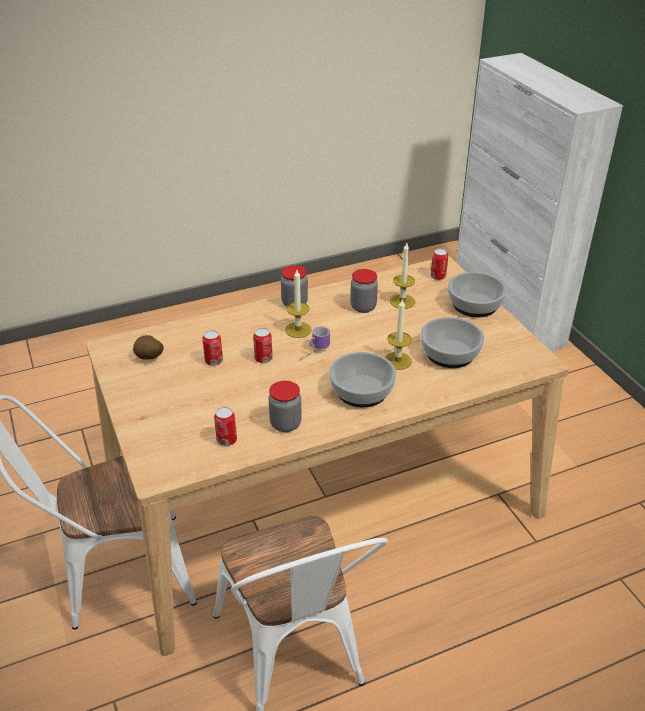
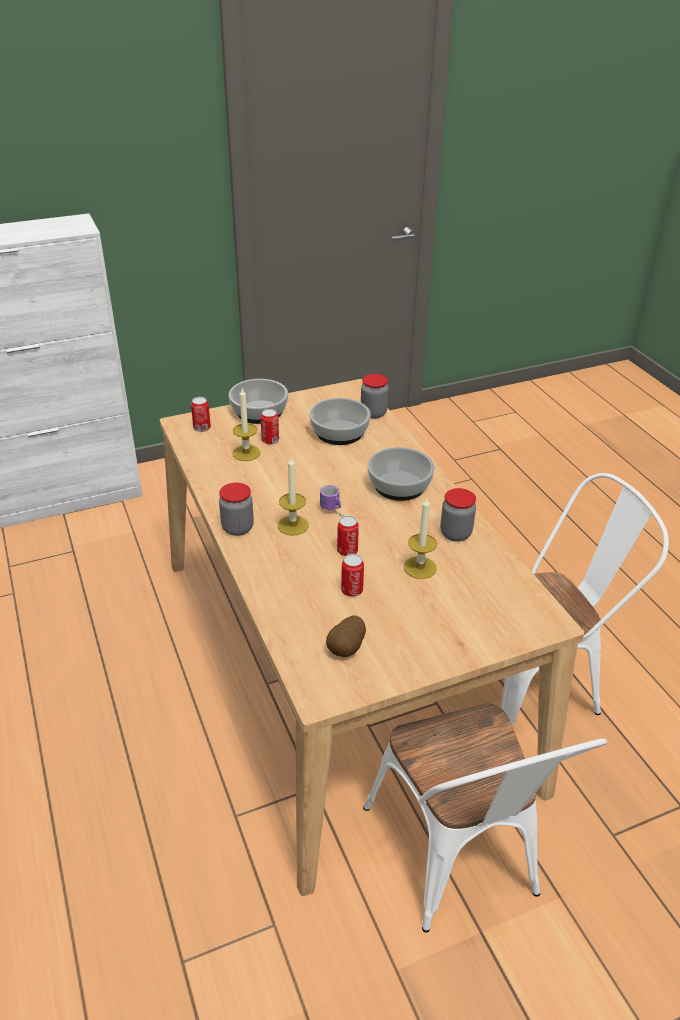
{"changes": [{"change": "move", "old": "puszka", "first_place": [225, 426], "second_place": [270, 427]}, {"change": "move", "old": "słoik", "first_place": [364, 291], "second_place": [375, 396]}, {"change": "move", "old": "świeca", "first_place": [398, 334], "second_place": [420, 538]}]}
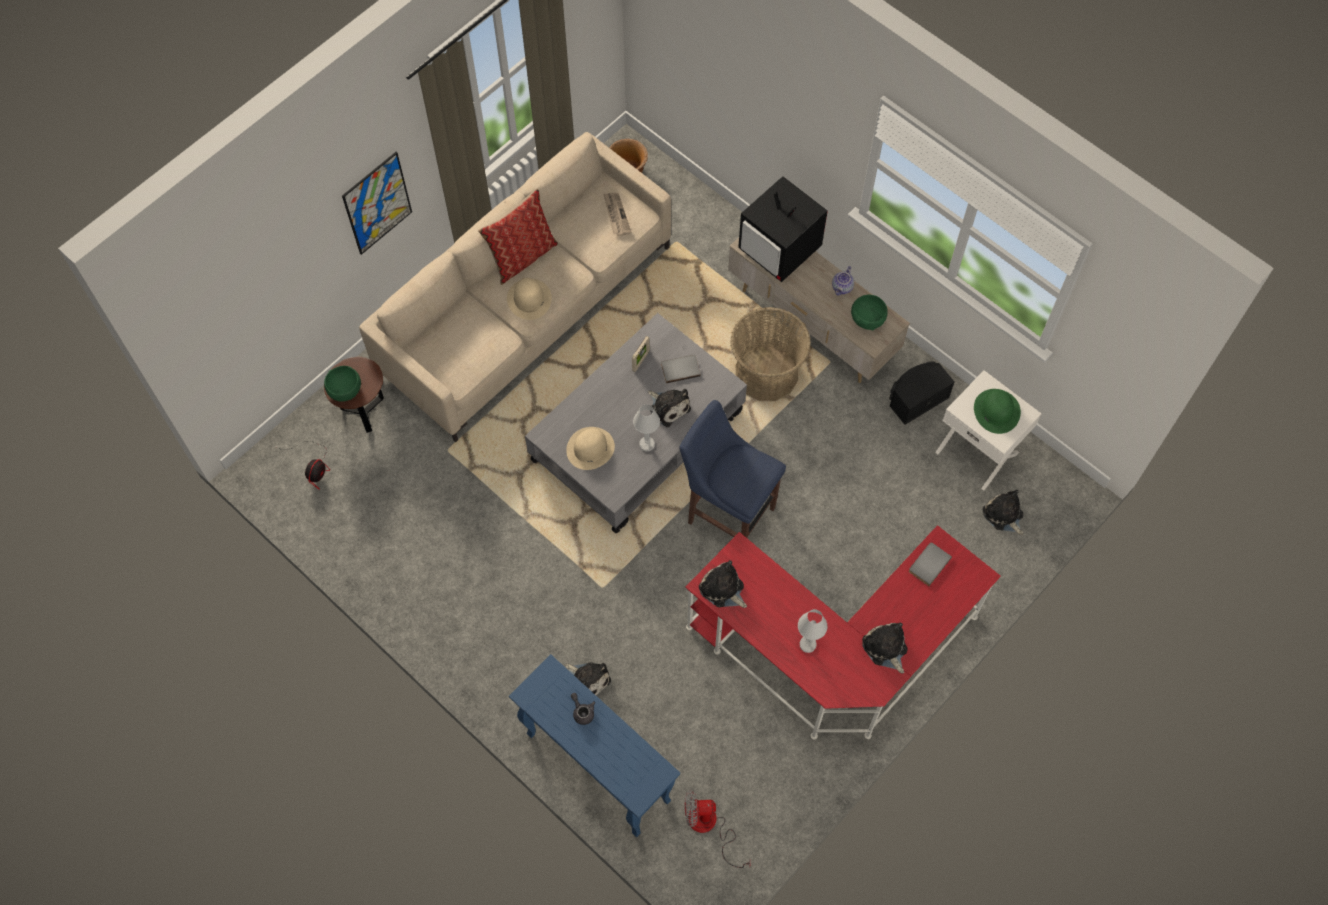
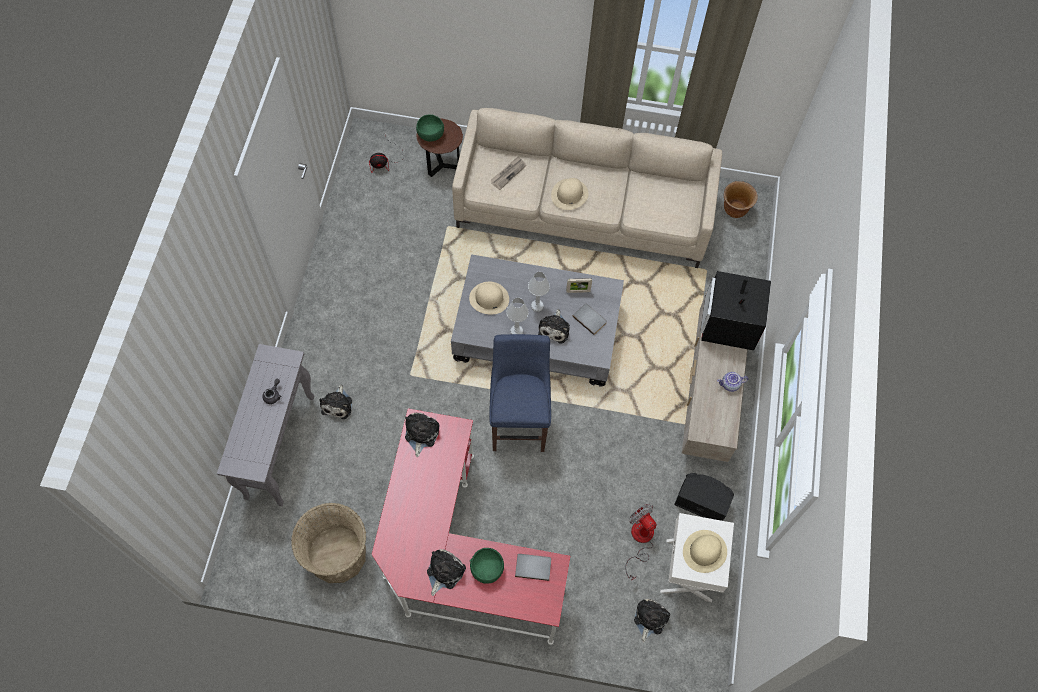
{"changes": [{"change": "delete", "old": "obraz", "first_place": [377, 203]}, {"change": "delete", "old": "poduszka", "first_place": [518, 236]}, {"change": "recolor", "old": "stolik konsolowy/niebieski", "new": "stolik konsolowy/szary", "first_place": [594, 745], "second_place": [265, 425]}, {"change": "move", "old": "gazeta", "first_place": [617, 214], "second_place": [508, 173]}, {"change": "move", "old": "wentylator", "first_place": [718, 829], "second_place": [641, 542]}, {"change": "move", "old": "koszyk", "first_place": [770, 354], "second_place": [328, 543]}, {"change": "move", "old": "lampa stołowa/biały", "first_place": [812, 631], "second_place": [539, 292]}, {"change": "move", "old": "miska/zielony", "first_place": [869, 313], "second_place": [487, 566]}, {"change": "recolor", "old": "kapelusz/zielony", "new": "kapelusz/beżowy", "first_place": [997, 411], "second_place": [705, 551]}]}
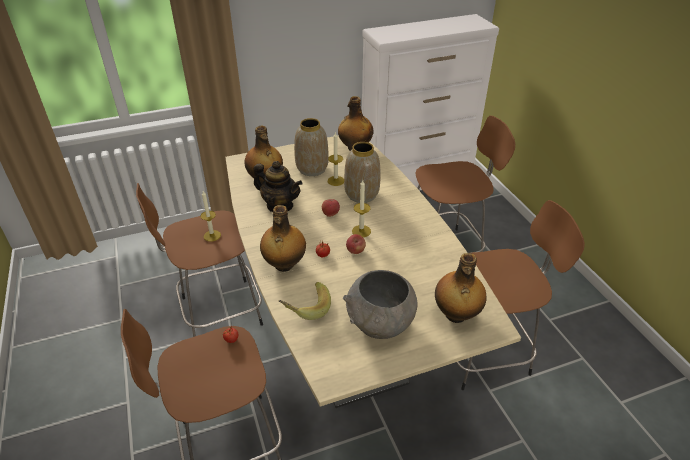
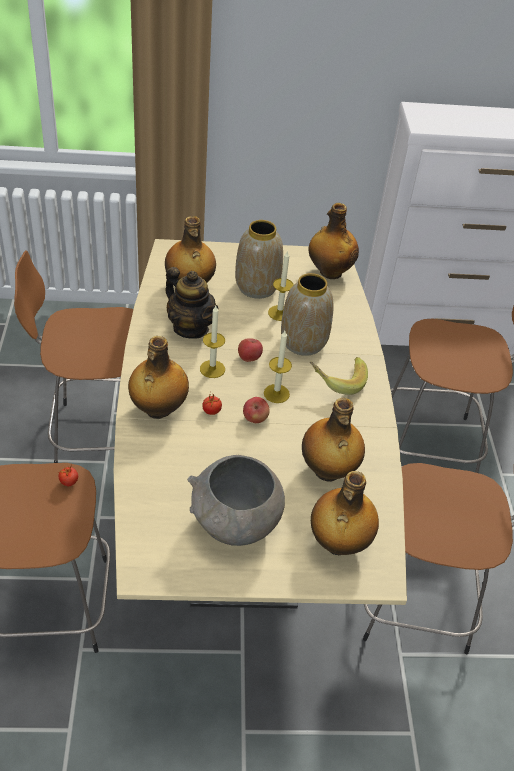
{"changes": [{"change": "move", "old": "świeca", "first_place": [210, 216], "second_place": [212, 342]}, {"change": "move", "old": "banan", "first_place": [305, 301], "second_place": [339, 376]}, {"change": "insert", "new": "butelka", "second_place": [333, 440]}]}
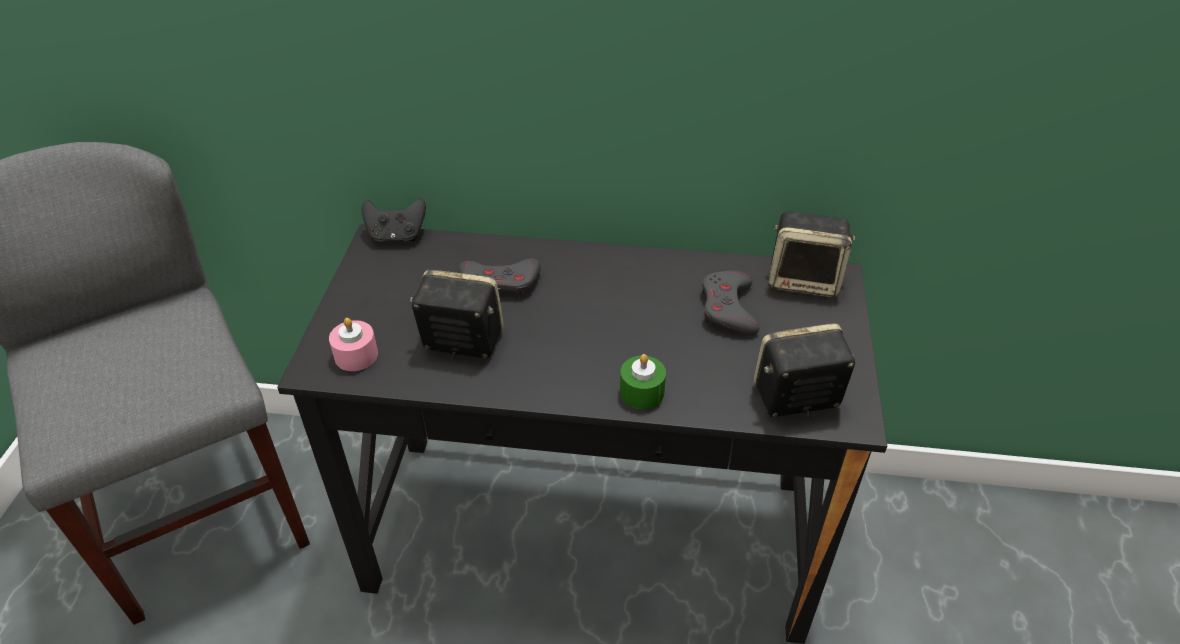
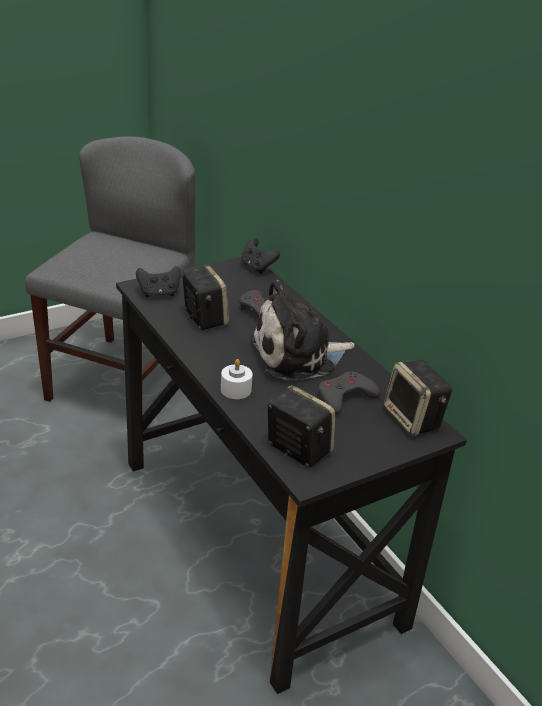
{"changes": [{"change": "replace", "old": "świeca/różowy", "new": "pad do gier/czarny", "first_place": [353, 344], "second_place": [158, 281]}, {"change": "recolor", "old": "świeca/zielony", "new": "świeca/biały", "first_place": [643, 381], "second_place": [237, 379]}, {"change": "insert", "new": "pluszak", "second_place": [302, 330]}]}
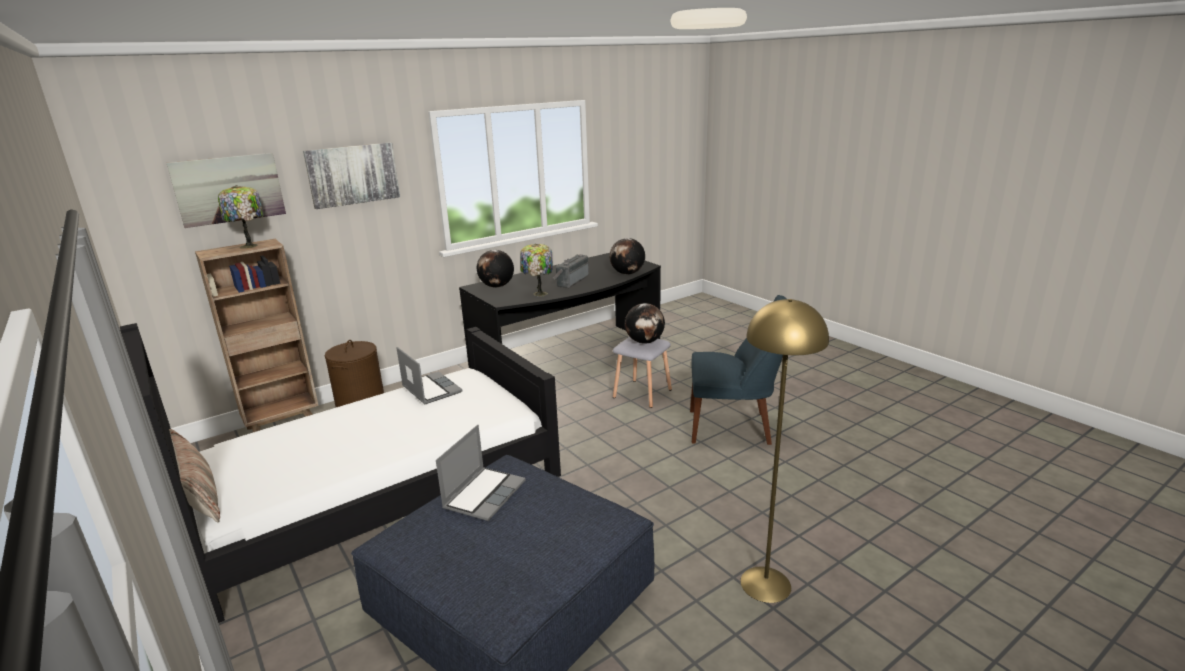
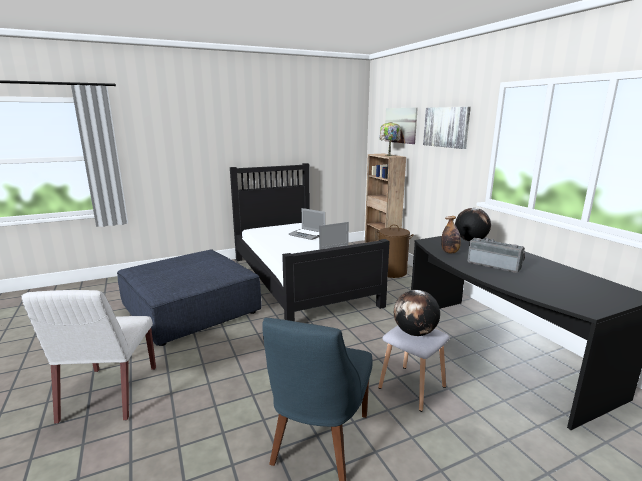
{"changes": [{"change": "delete", "old": "poduszka", "first_place": [194, 475]}, {"change": "move", "old": "laptop", "first_place": [481, 473], "second_place": [307, 224]}, {"change": "replace", "old": "lampa stołowa", "new": "butelka", "first_place": [536, 270], "second_place": [451, 234]}, {"change": "delete", "old": "globus", "first_place": [627, 256]}, {"change": "replace", "old": "lampa stojąca/żółty", "new": "krzesło/biały", "first_place": [785, 451], "second_place": [88, 357]}]}
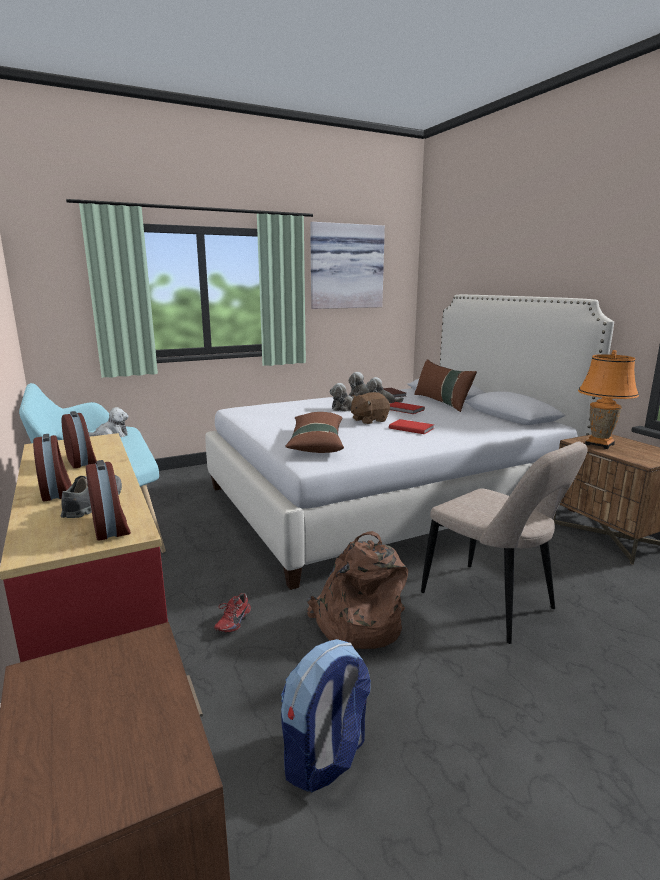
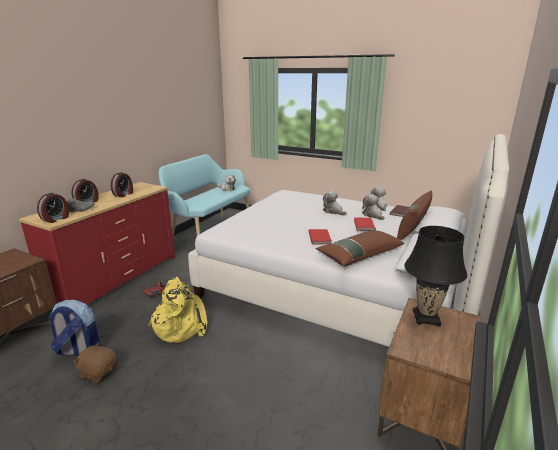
{"changes": [{"change": "move", "old": "poduszka/brązowy", "first_place": [314, 432], "second_place": [360, 248]}, {"change": "recolor", "old": "plecak/brązowy", "new": "plecak/żółty", "first_place": [357, 590], "second_place": [178, 310]}, {"change": "delete", "old": "obraz", "first_place": [347, 265]}, {"change": "move", "old": "pluszak/brązowy", "first_place": [370, 408], "second_place": [95, 363]}, {"change": "delete", "old": "krzesło/beżowy", "first_place": [504, 542]}, {"change": "recolor", "old": "lampa stołowa/pomarańczowy", "new": "lampa stołowa/czarny", "first_place": [608, 399], "second_place": [435, 276]}]}
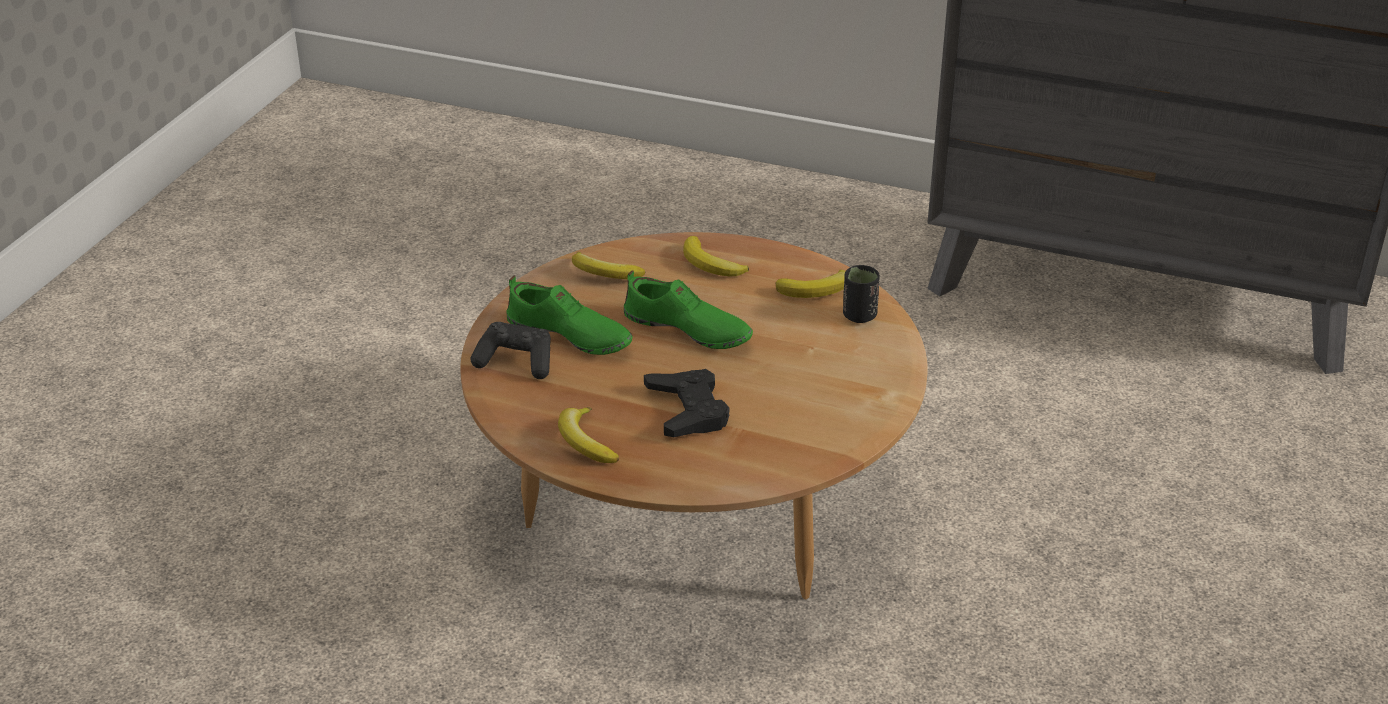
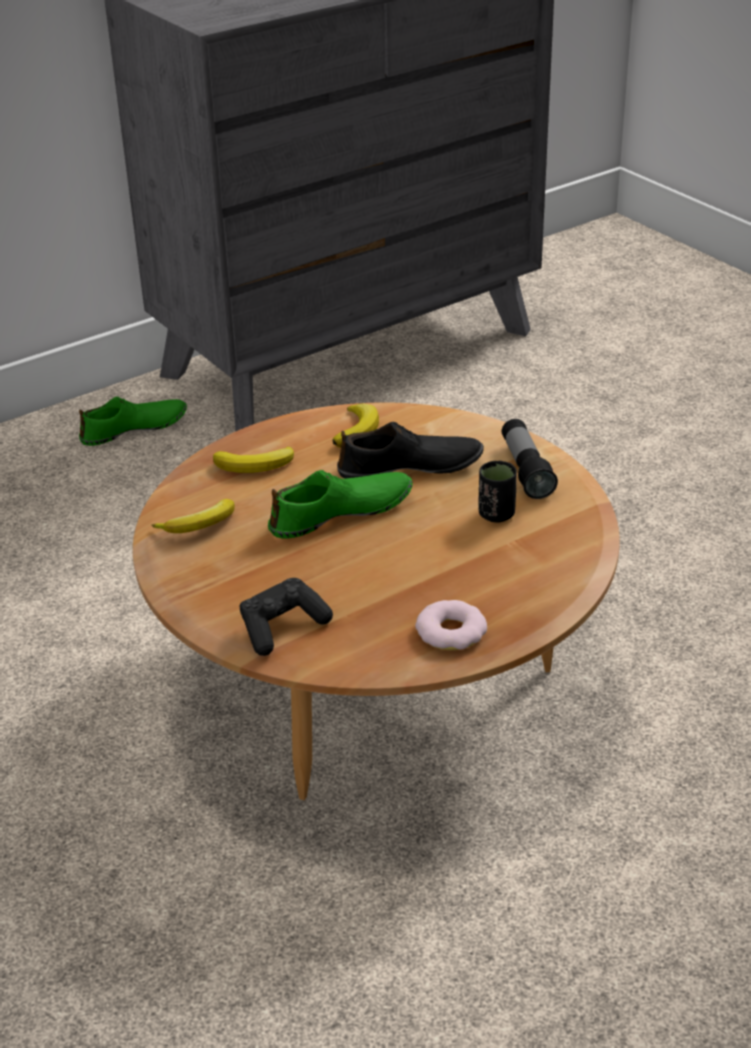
{"changes": [{"change": "move", "old": "but/zielony", "first_place": [570, 315], "second_place": [133, 421]}, {"change": "replace", "old": "banan", "new": "donut", "first_place": [588, 435], "second_place": [451, 625]}, {"change": "delete", "old": "pad do gier/czarny", "first_place": [687, 403]}, {"change": "move", "old": "filiżanka/czarny", "first_place": [861, 294], "second_place": [498, 491]}, {"change": "insert", "new": "but/czarny", "second_place": [410, 450]}, {"change": "insert", "new": "latarka", "second_place": [530, 459]}]}
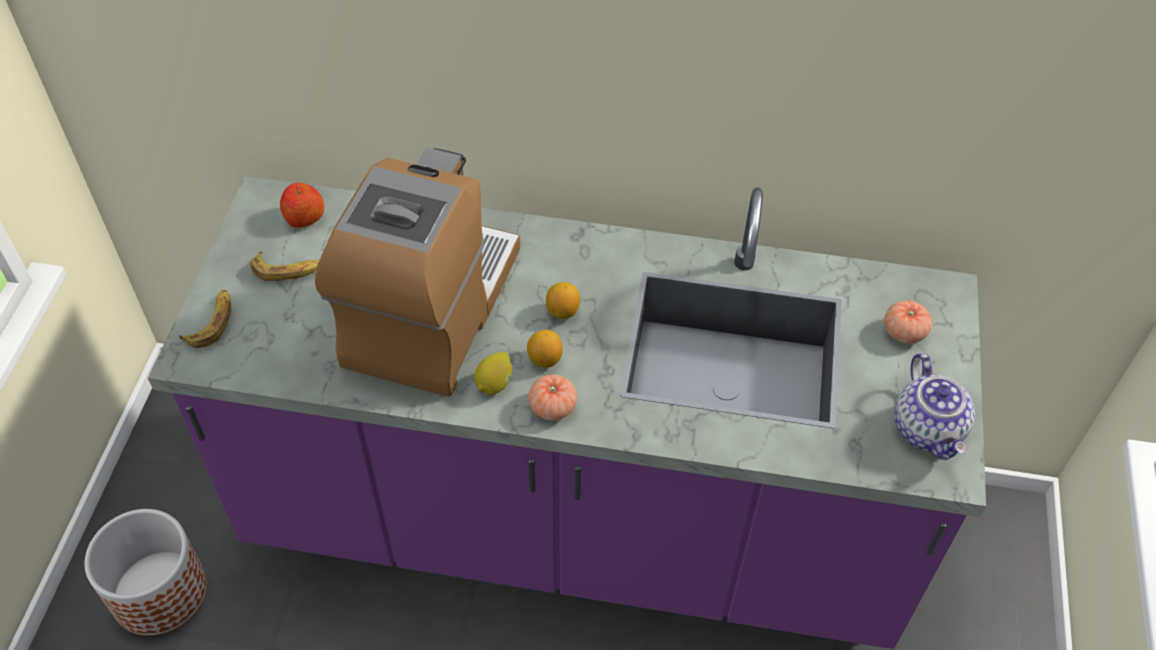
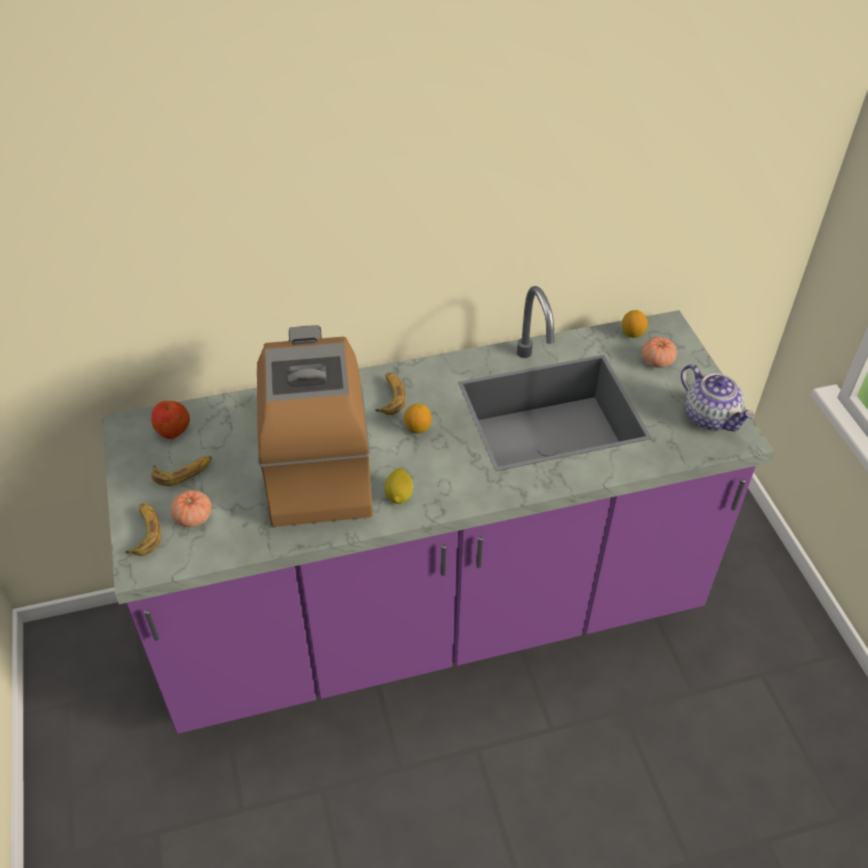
{"changes": [{"change": "delete", "old": "donica", "first_place": [145, 572]}, {"change": "move", "old": "cytryna", "first_place": [545, 348], "second_place": [635, 324]}, {"change": "move", "old": "pomidor", "first_place": [552, 397], "second_place": [191, 508]}, {"change": "insert", "new": "banan", "second_place": [390, 394]}]}
